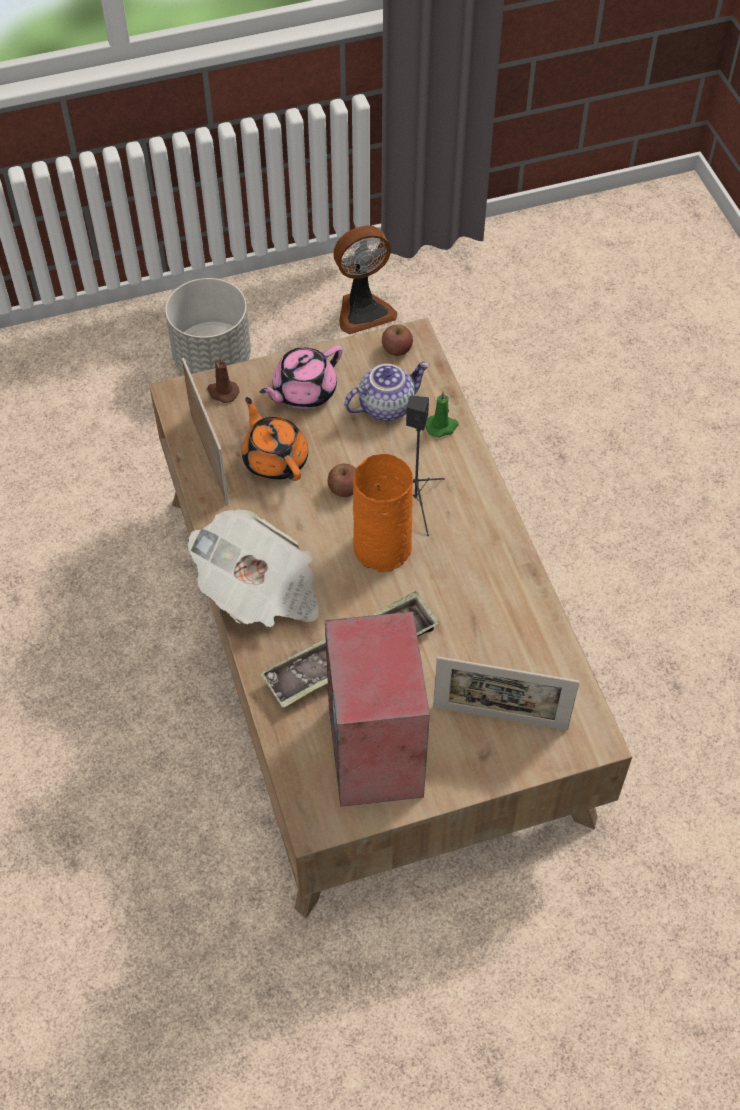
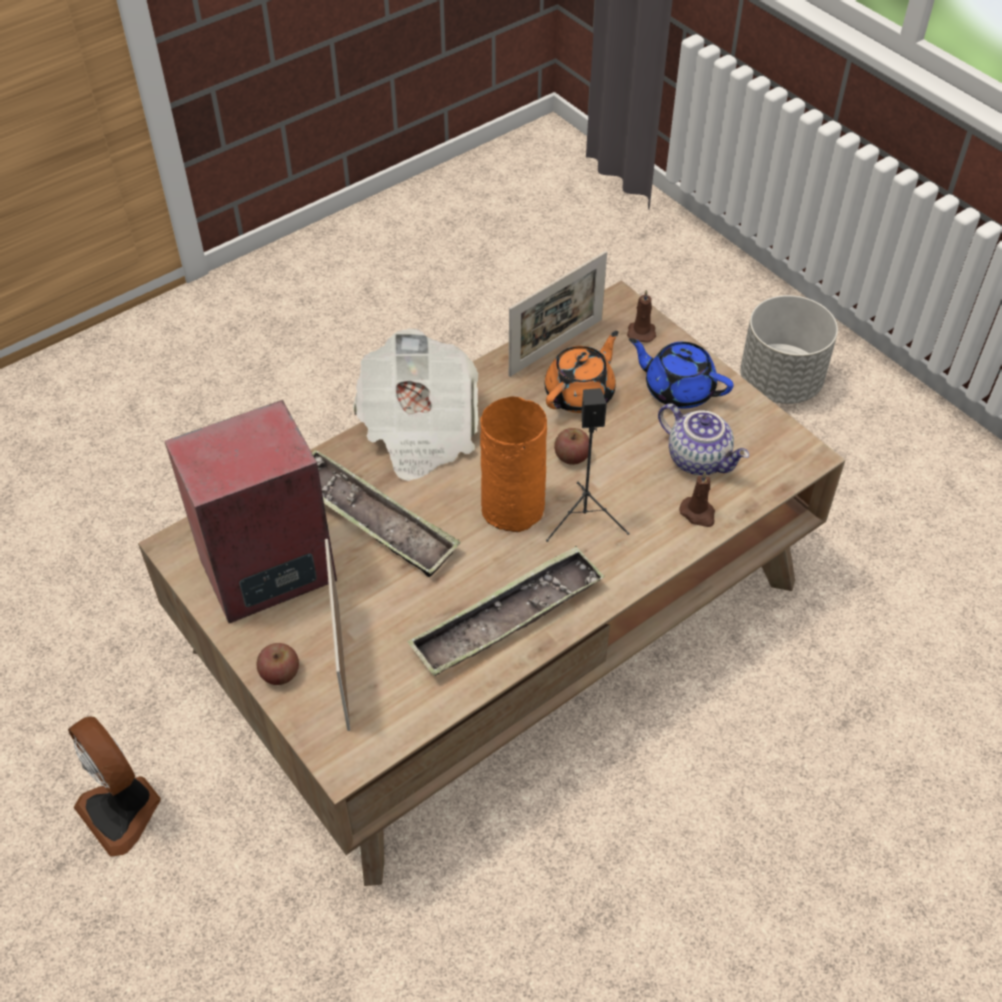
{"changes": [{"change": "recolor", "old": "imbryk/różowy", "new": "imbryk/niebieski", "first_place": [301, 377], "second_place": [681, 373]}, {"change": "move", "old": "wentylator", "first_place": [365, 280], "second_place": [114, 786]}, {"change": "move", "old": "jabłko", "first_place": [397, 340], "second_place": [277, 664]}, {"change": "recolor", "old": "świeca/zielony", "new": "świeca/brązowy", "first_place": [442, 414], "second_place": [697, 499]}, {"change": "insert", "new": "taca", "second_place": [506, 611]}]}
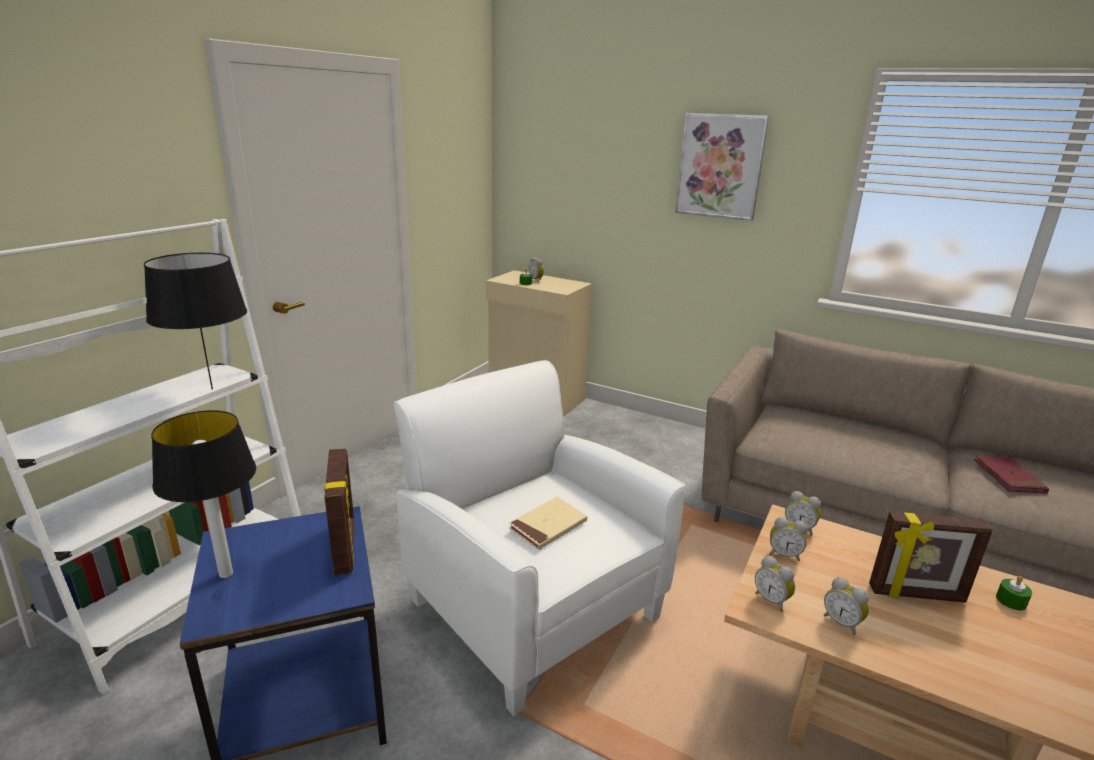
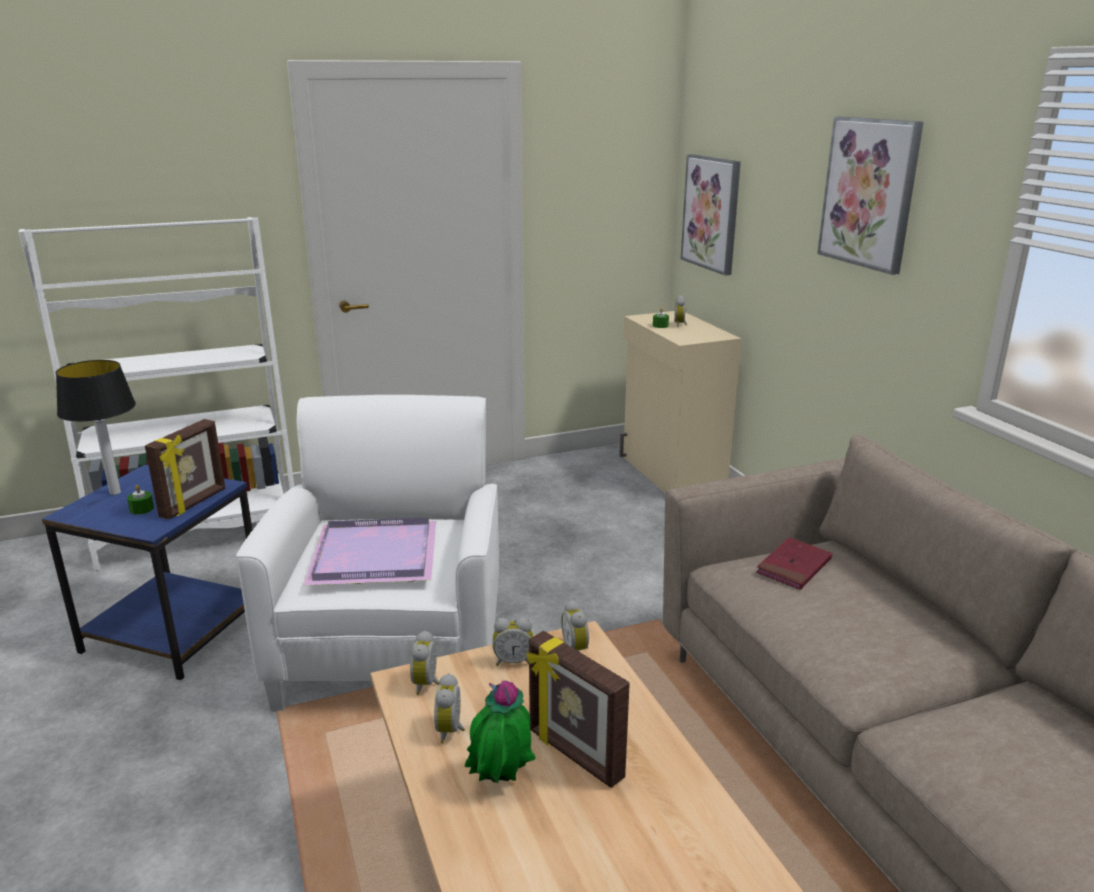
{"changes": [{"change": "delete", "old": "lampa stołowa/czarny", "first_place": [195, 321]}, {"change": "replace", "old": "książka/beżowy", "new": "taca/fioletowy", "first_place": [548, 523], "second_place": [370, 551]}, {"change": "rotate", "old": "budzik", "first_place": [788, 539], "second_place": [513, 641], "degrees": -60}, {"change": "move", "old": "książka/czerwony", "first_place": [1011, 474], "second_place": [794, 563]}, {"change": "move", "old": "świeca/zielony", "first_place": [1014, 593], "second_place": [140, 500]}, {"change": "insert", "new": "roślina doniczkowa", "second_place": [500, 732]}, {"change": "insert", "new": "obraz", "second_place": [711, 215]}]}
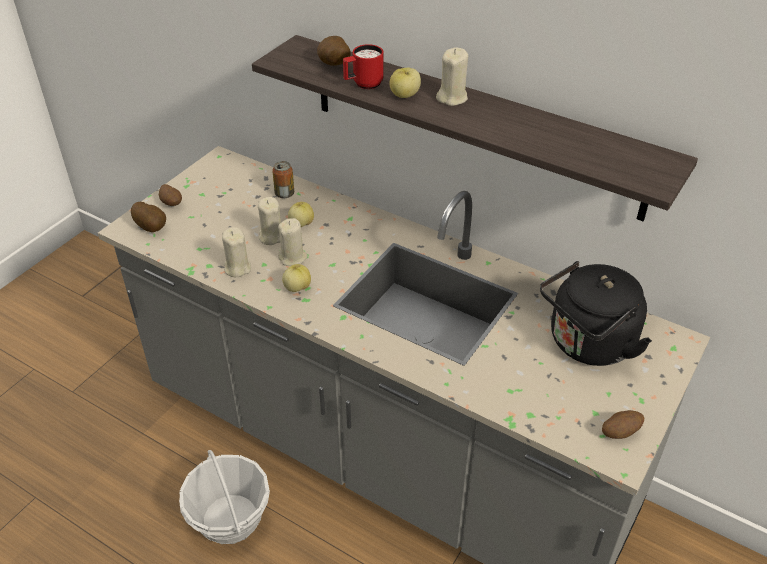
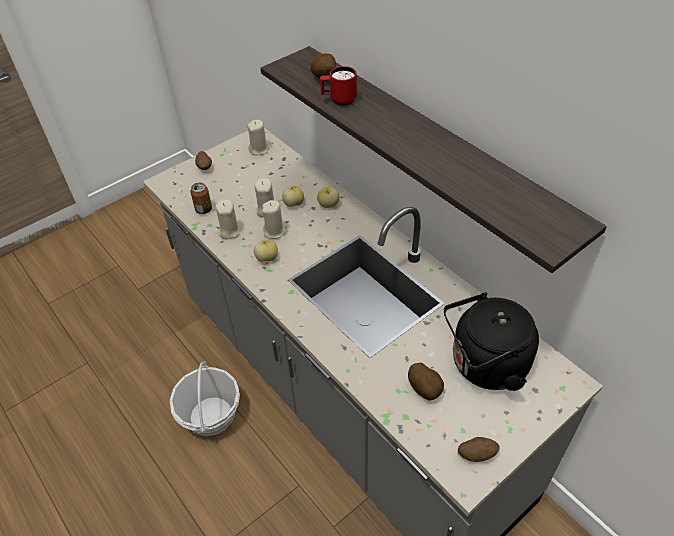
{"changes": [{"change": "move", "old": "ziemniak", "first_place": [148, 217], "second_place": [426, 382]}, {"change": "move", "old": "puszka", "first_place": [283, 179], "second_place": [201, 198]}, {"change": "move", "old": "jabłko", "first_place": [405, 82], "second_place": [328, 197]}, {"change": "move", "old": "świeca/beżowy", "first_place": [452, 76], "second_place": [258, 137]}]}
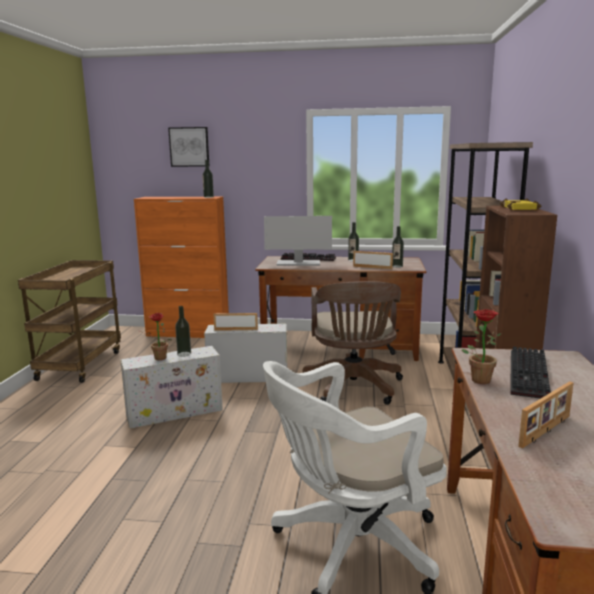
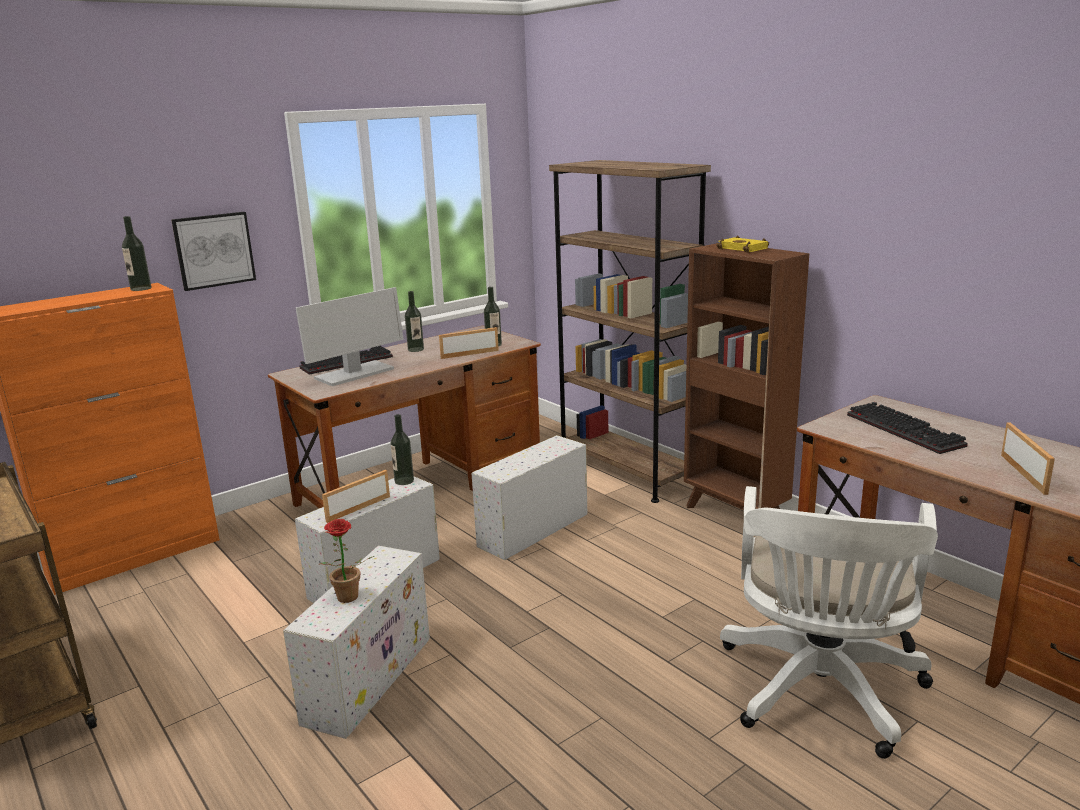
{"changes": [{"change": "move", "old": "obraz", "first_place": [188, 147], "second_place": [213, 251]}, {"change": "move", "old": "butelka", "first_place": [183, 331], "second_place": [402, 449]}, {"change": "replace", "old": "krzesło biurowe/brązowy", "new": "pojemnik do przechowywania/biały", "first_place": [352, 343], "second_place": [529, 497]}, {"change": "delete", "old": "roślina doniczkowa", "first_place": [481, 346]}]}
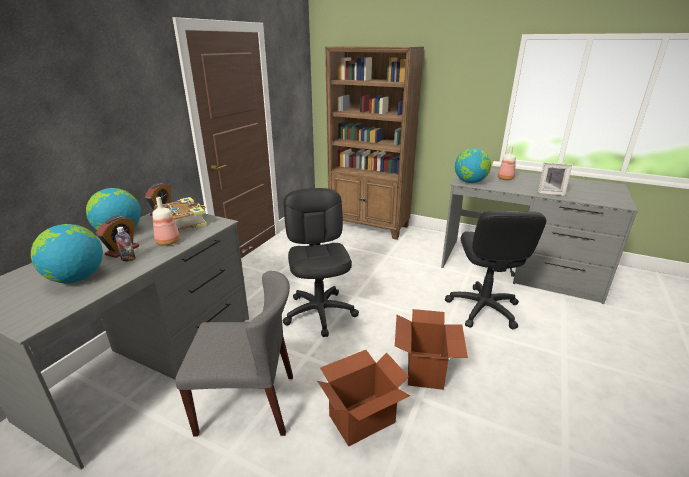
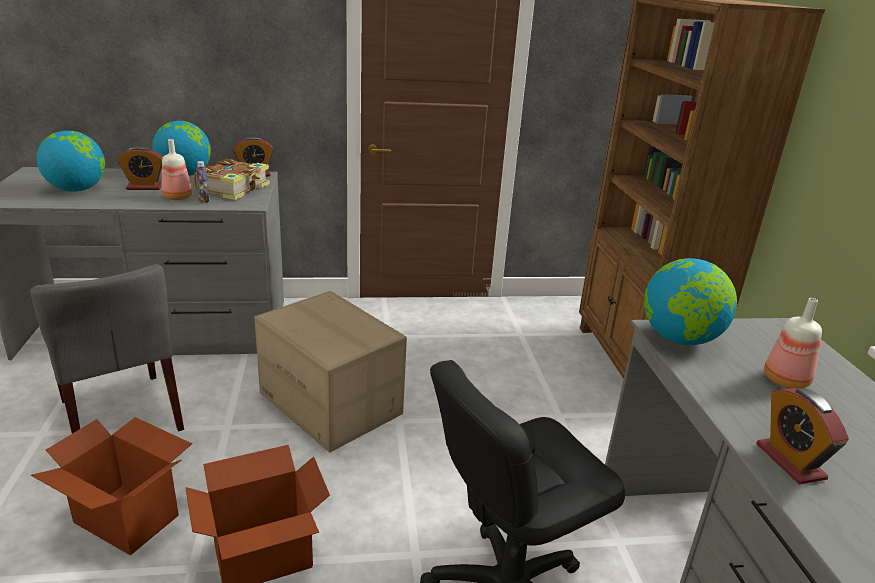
{"changes": [{"change": "move", "old": "butelka", "first_place": [125, 244], "second_place": [203, 182]}, {"change": "replace", "old": "krzesło biurowe/czarny", "new": "karton", "first_place": [321, 262], "second_place": [330, 371]}, {"change": "replace", "old": "ramka na zdjęcie", "new": "budzik", "first_place": [555, 179], "second_place": [802, 436]}]}
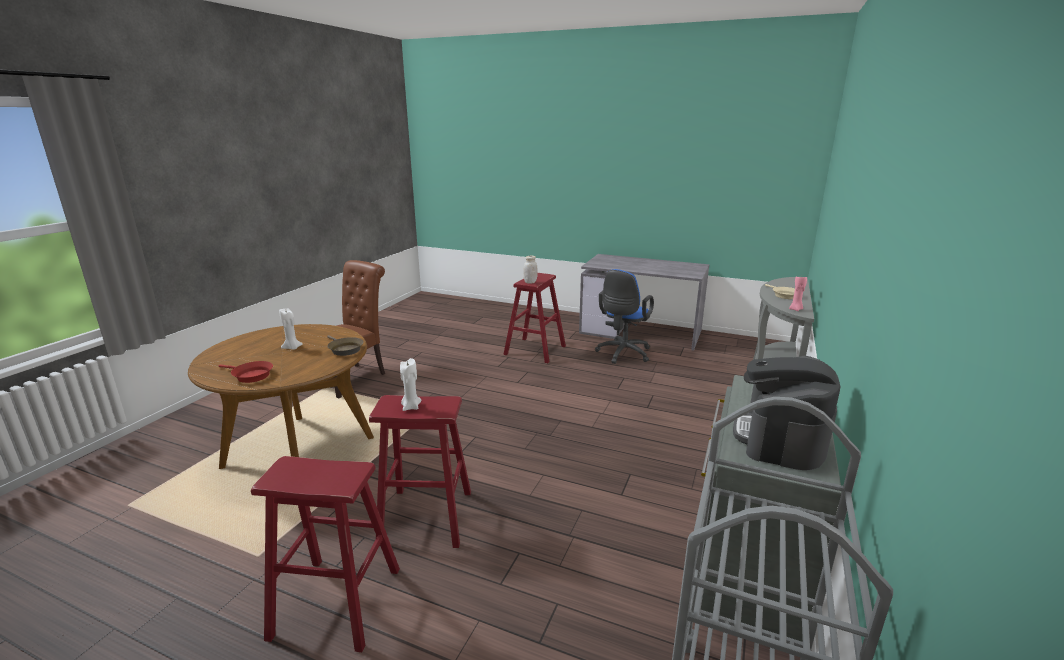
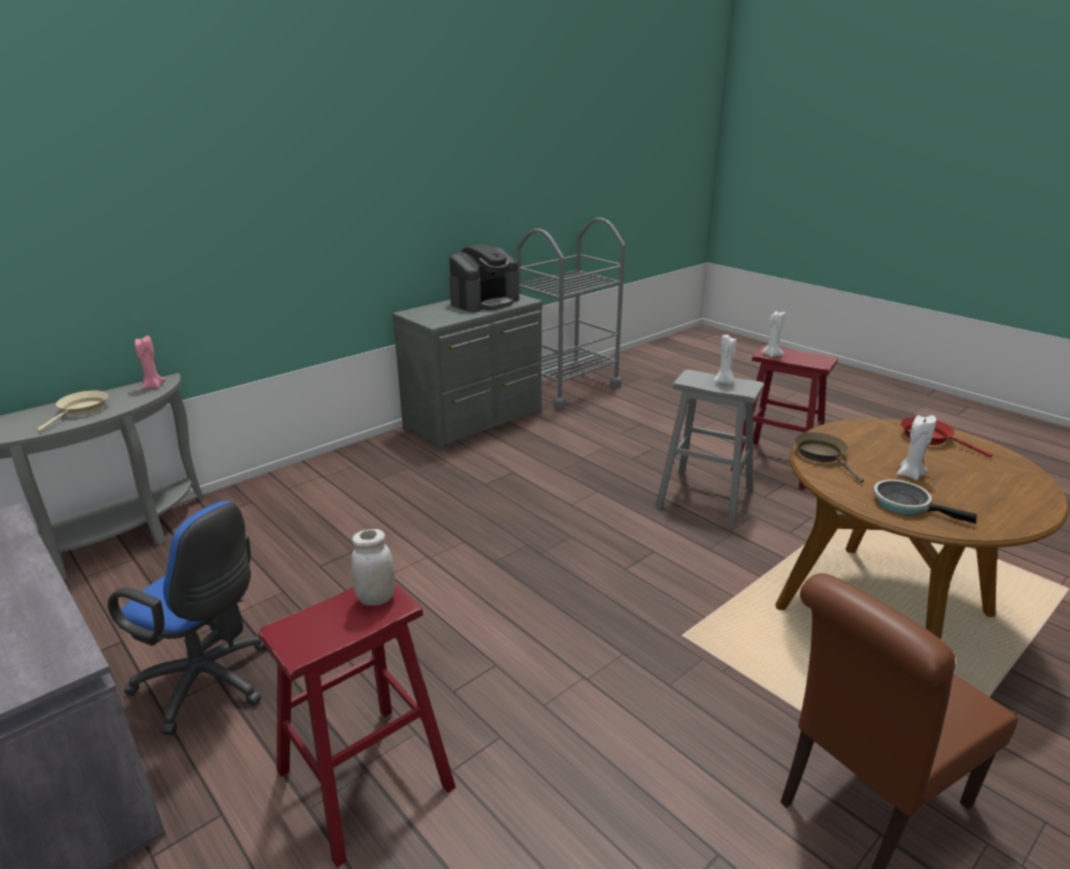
{"changes": [{"change": "recolor", "old": "stołek/czerwony", "new": "stołek/szary", "first_place": [420, 471], "second_place": [709, 448]}, {"change": "rotate", "old": "krzesło biurowe/niebieski", "first_place": [624, 316], "second_place": [187, 618], "degrees": 60}, {"change": "insert", "new": "świeca/biały", "second_place": [773, 334]}, {"change": "insert", "new": "patelnia", "second_place": [925, 502]}]}
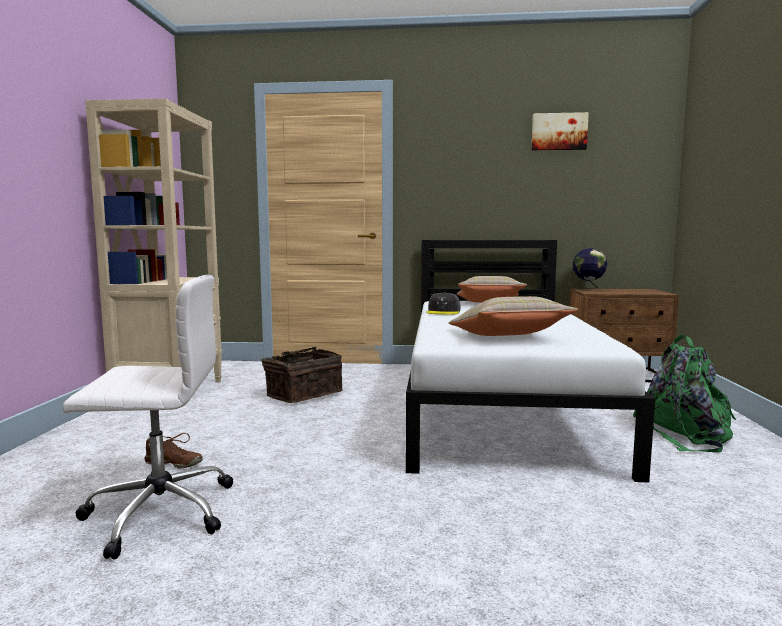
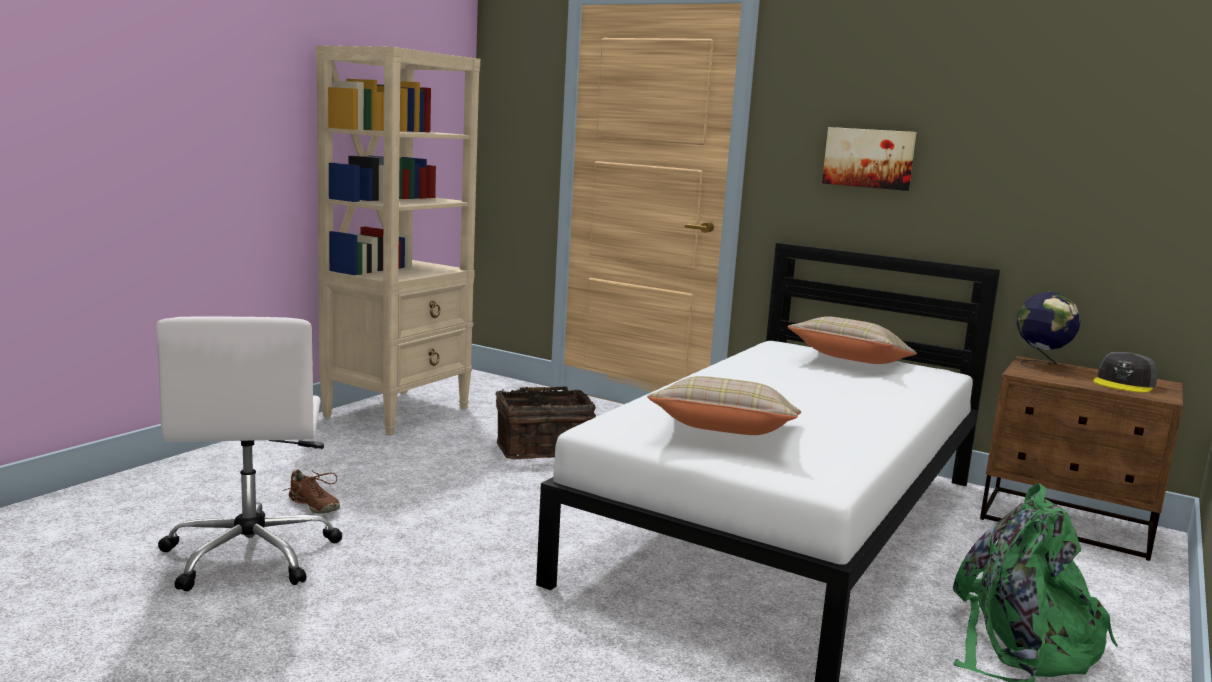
{"changes": [{"change": "rotate", "old": "krzesło biurowe/biały", "first_place": [148, 417], "second_place": [249, 453], "degrees": 60}, {"change": "move", "old": "czapka z daszkiem/szary", "first_place": [443, 303], "second_place": [1125, 372]}, {"change": "move", "old": "obraz", "first_place": [560, 131], "second_place": [869, 159]}]}
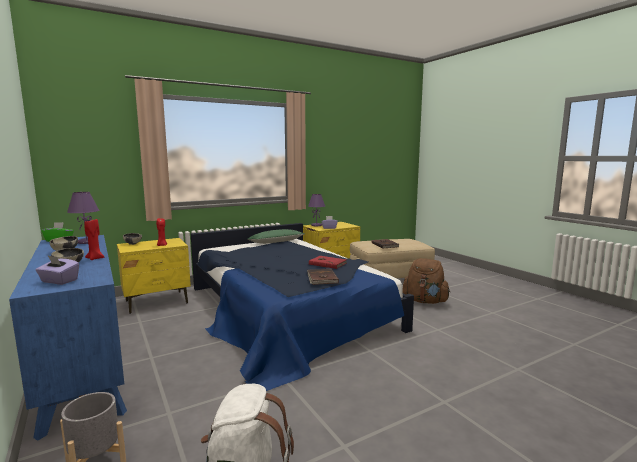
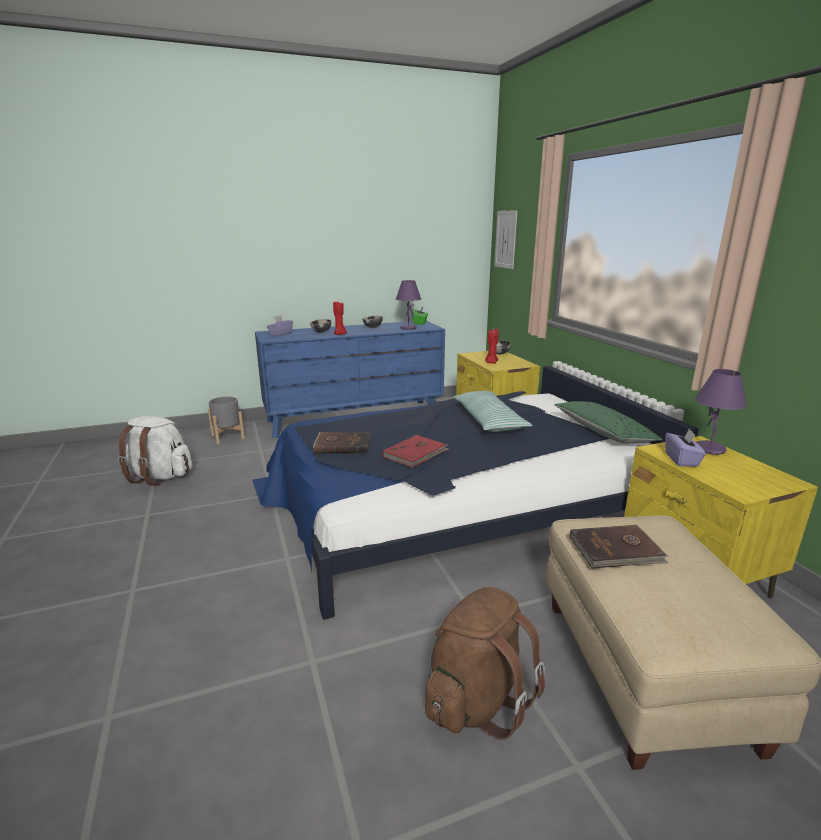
{"changes": [{"change": "insert", "new": "poduszka", "second_place": [492, 411]}, {"change": "insert", "new": "obraz", "second_place": [505, 239]}]}
